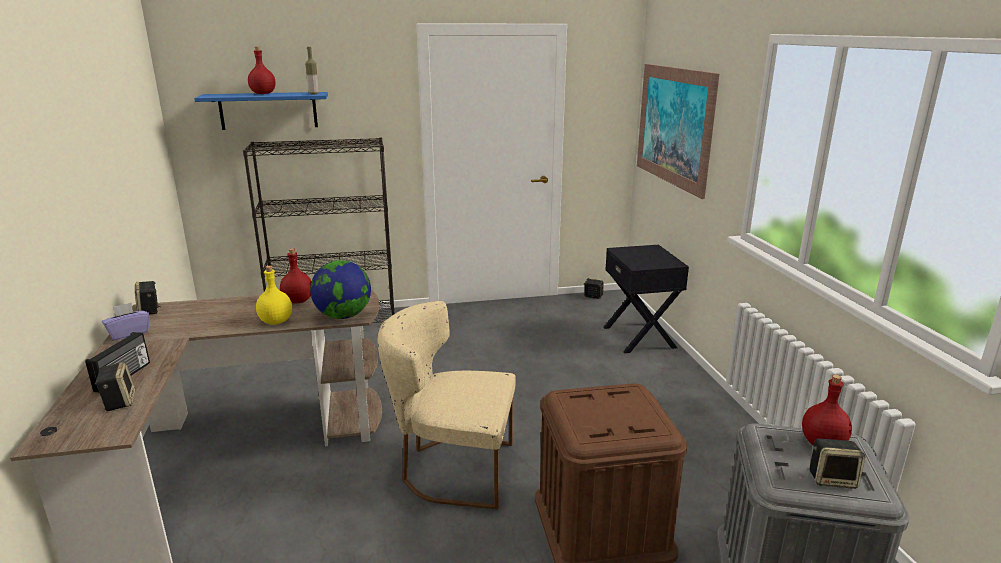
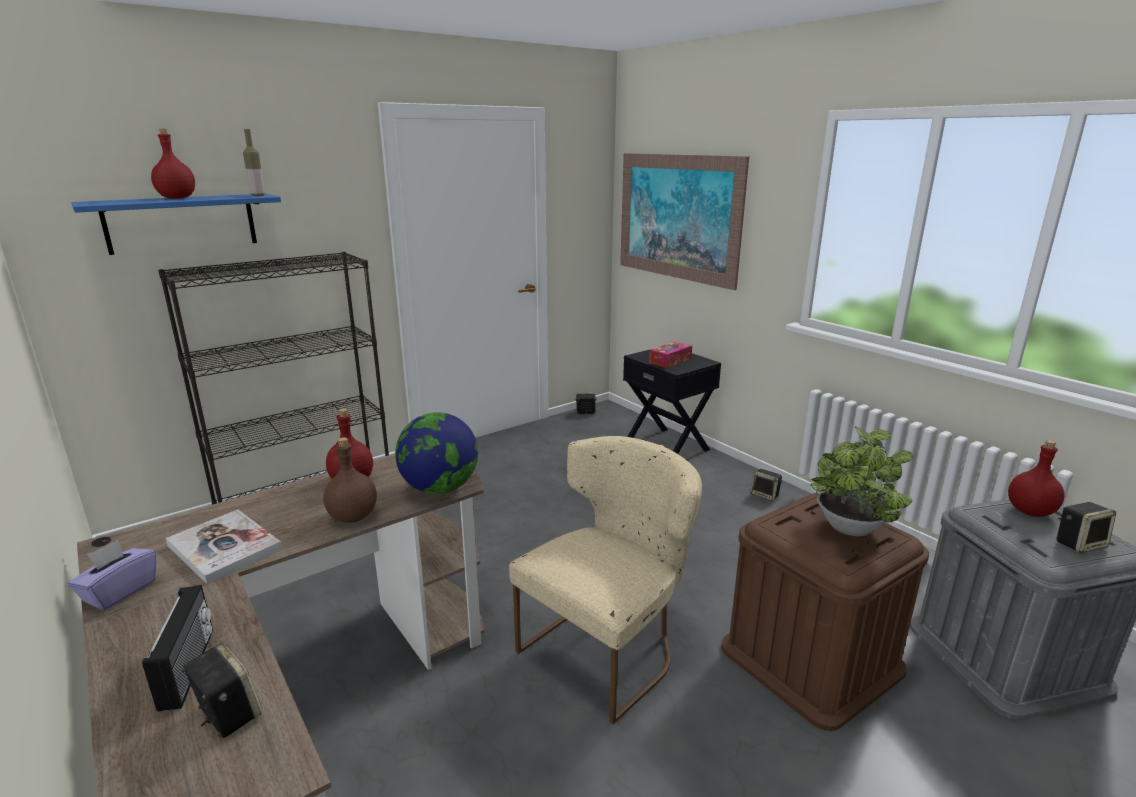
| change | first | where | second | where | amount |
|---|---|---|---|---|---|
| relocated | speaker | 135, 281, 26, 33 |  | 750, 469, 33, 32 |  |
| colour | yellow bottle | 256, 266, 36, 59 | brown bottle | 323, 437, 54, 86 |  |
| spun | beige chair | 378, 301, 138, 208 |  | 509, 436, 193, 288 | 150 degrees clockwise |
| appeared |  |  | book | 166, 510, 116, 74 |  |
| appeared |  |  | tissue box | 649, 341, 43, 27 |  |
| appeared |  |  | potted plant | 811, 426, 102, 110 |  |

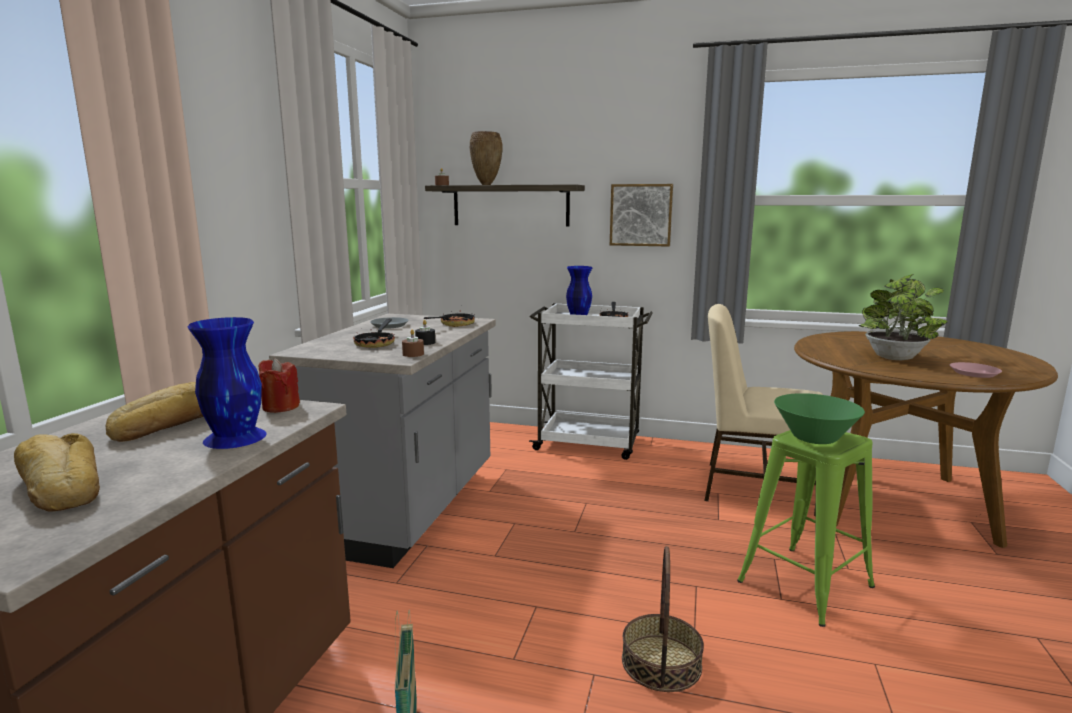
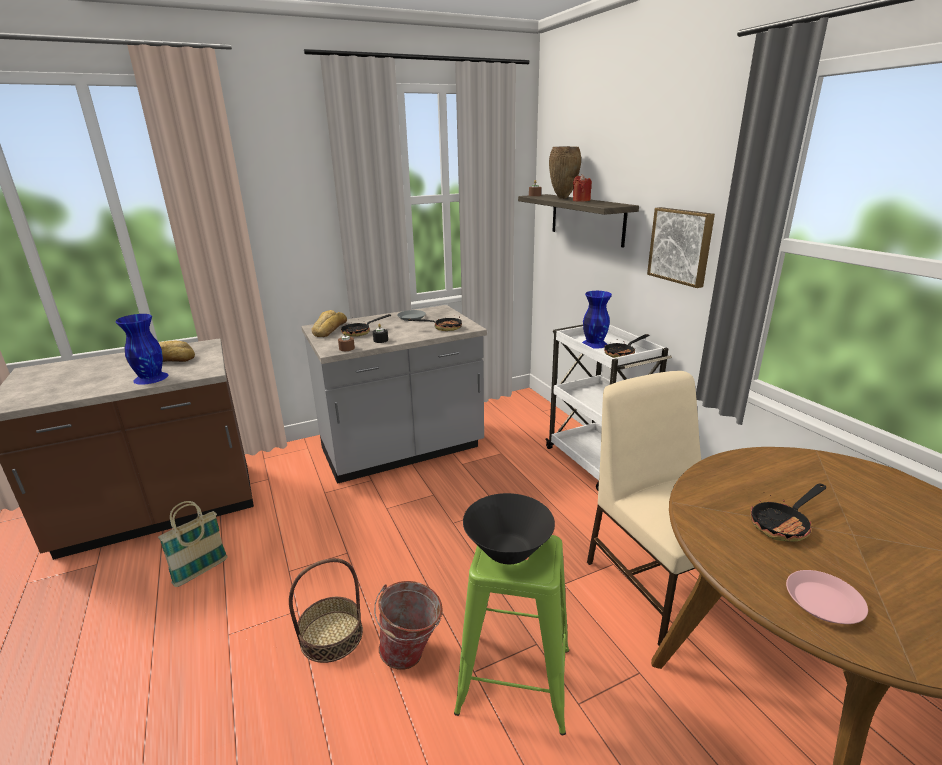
| change | first | where | second | where | amount |
|---|---|---|---|---|---|
| relocated | bread | 14, 433, 86, 79 |  | 312, 310, 35, 27 |  |
| relocated | red candle | 258, 358, 42, 55 |  | 573, 174, 19, 28 |  |
| colour | green bowl | 774, 393, 91, 51 | black bowl | 463, 493, 92, 71 |  |
| exchanged | potted plant | 859, 274, 89, 87 | frying pan | 750, 484, 76, 58 |  |
| appeared |  |  | bucket | 374, 581, 69, 89 |  |

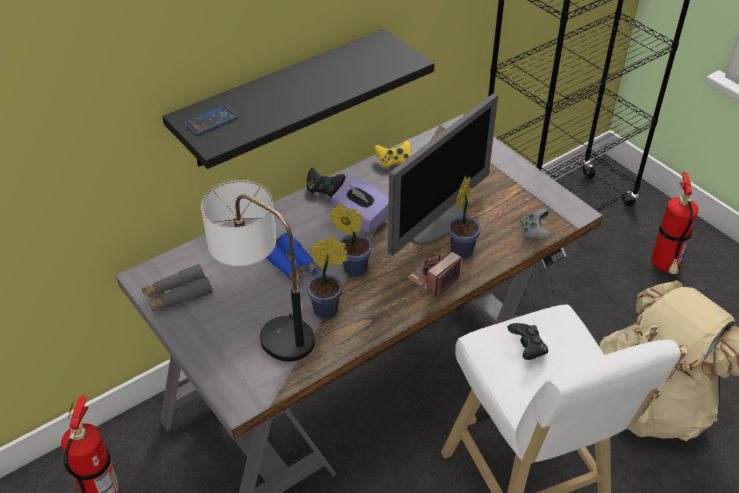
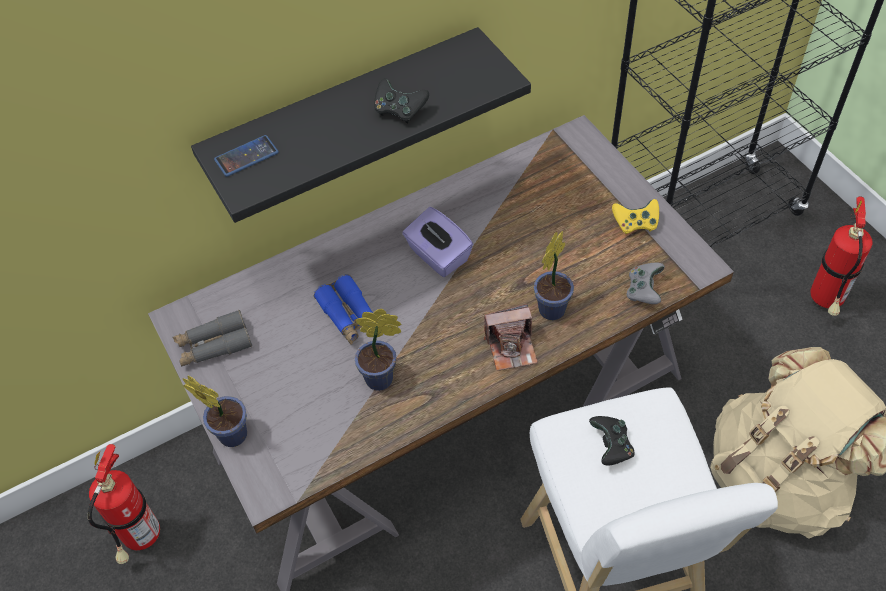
| change | first | where | second | where | amount |
|---|---|---|---|---|---|
| missing | table lamp | 201, 180, 114, 182 |  |  |  |
| relocated | black game controller | 307, 168, 38, 30 |  | 374, 78, 55, 45 |  |
| relocated | potted plant | 329, 204, 43, 73 |  | 182, 376, 65, 71 |  |
| relocated | yellow game controller | 374, 141, 37, 27 |  | 612, 199, 47, 35 |  |
| missing | monitor | 388, 94, 110, 162 |  |  |  |
| spun | photo camera | 407, 252, 55, 46 |  | 484, 304, 54, 67 | 150 degrees counterclockwise |

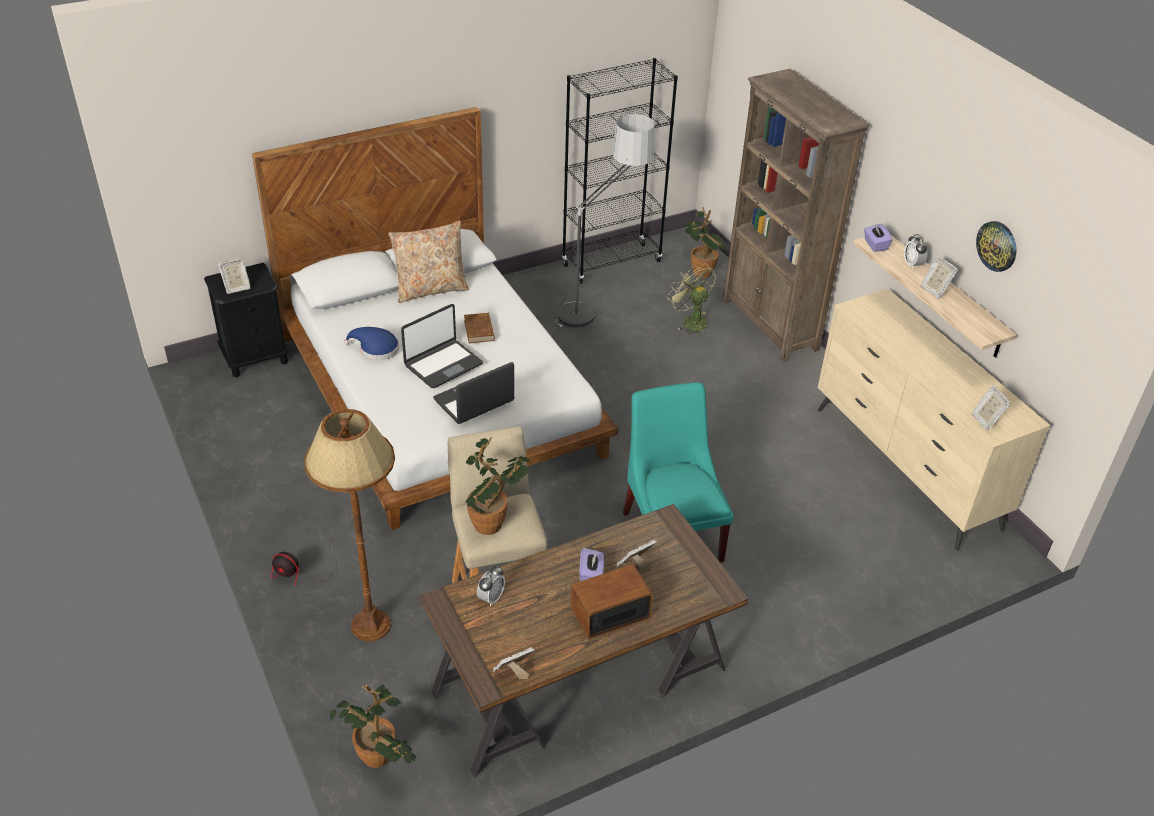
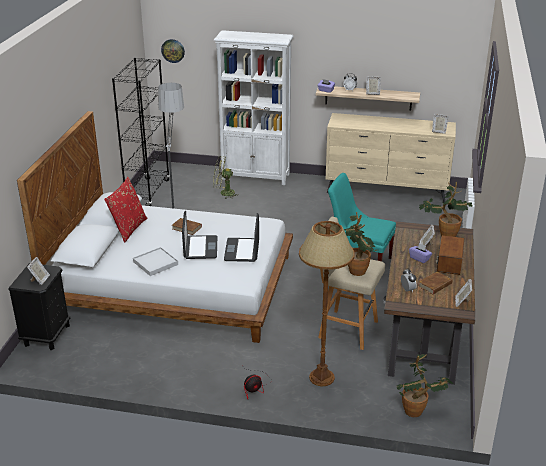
| change | first | where | second | where | amount |
|---|---|---|---|---|---|
| exchanged | blue hat | 344, 327, 55, 33 | white tray | 133, 247, 45, 29 |  |
| colour | beige pillow | 388, 220, 81, 83 | red pillow | 104, 177, 43, 65 |  |
| relocated | potted plant | 684, 207, 46, 71 |  | 419, 182, 53, 55 |  |
| colour | brown bookcase | 722, 69, 147, 293 | white bookcase | 214, 30, 80, 155 |  |
| relocated | wall clock | 976, 221, 40, 51 |  | 161, 39, 24, 24 |  |
| appeared |  |  | brown book | 418, 271, 34, 23 |  |

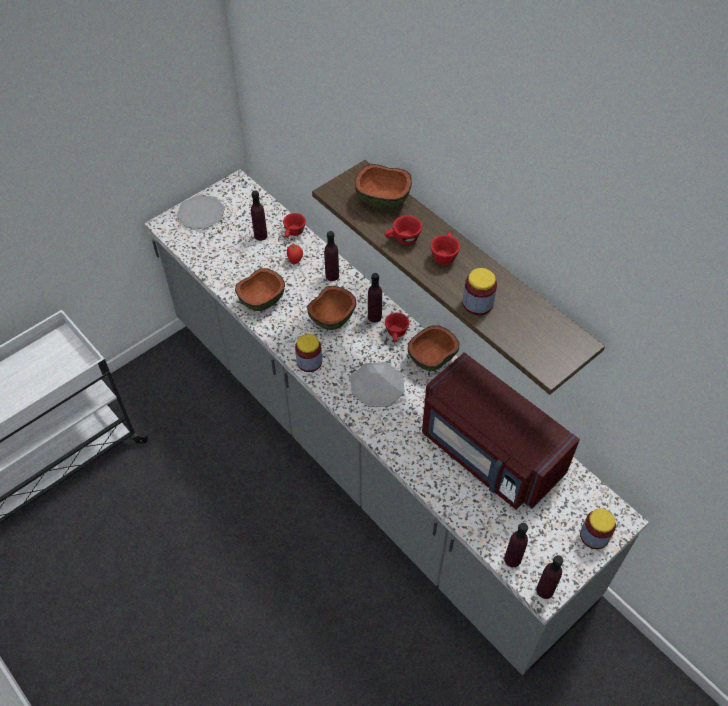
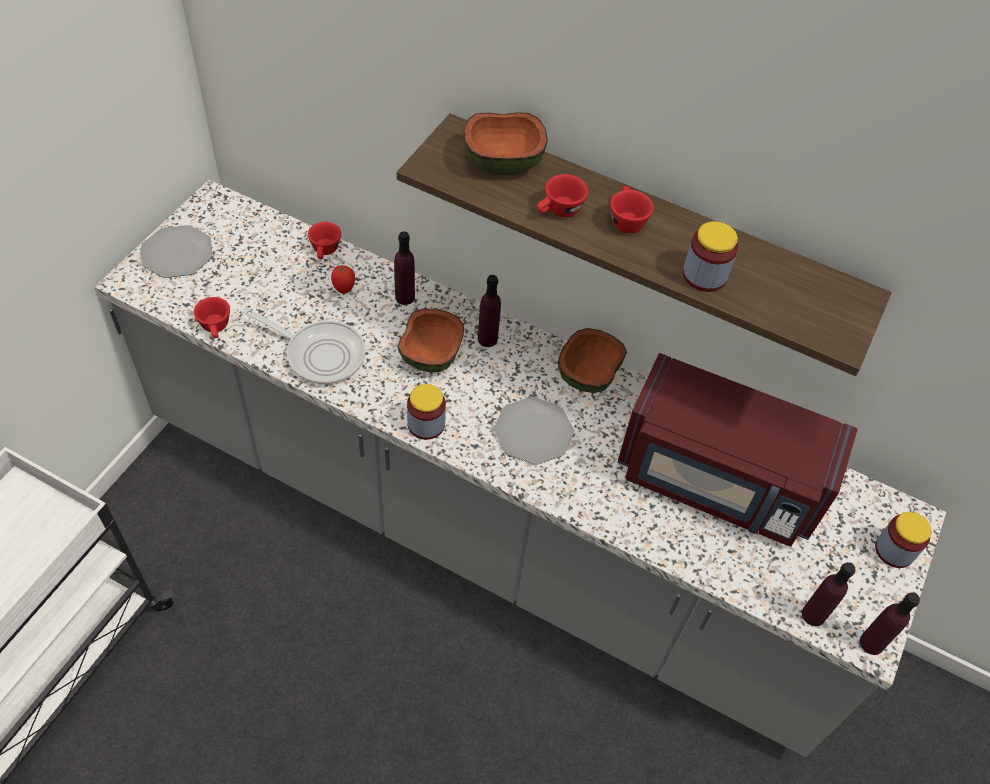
| change | first | where | second | where | amount |
|---|---|---|---|---|---|
| exchanged | bowl | 235, 268, 50, 43 | frying pan | 242, 308, 124, 76 |  |
| missing | purple bottle | 251, 190, 16, 51 |  |  |  |
| relocated | red cup | 385, 312, 25, 30 |  | 194, 297, 36, 41 |  |

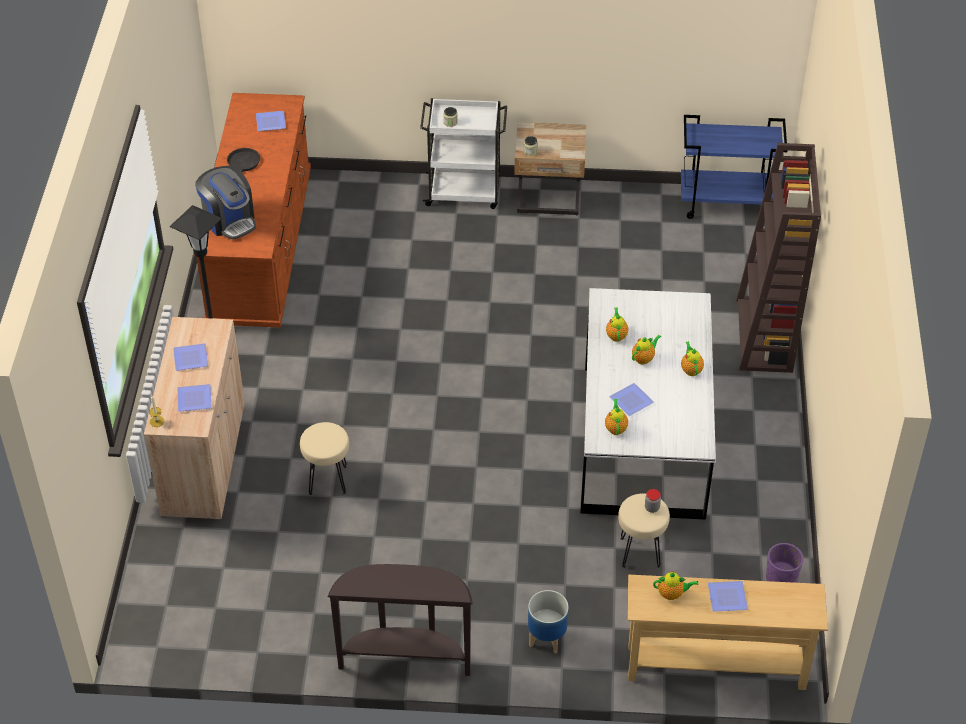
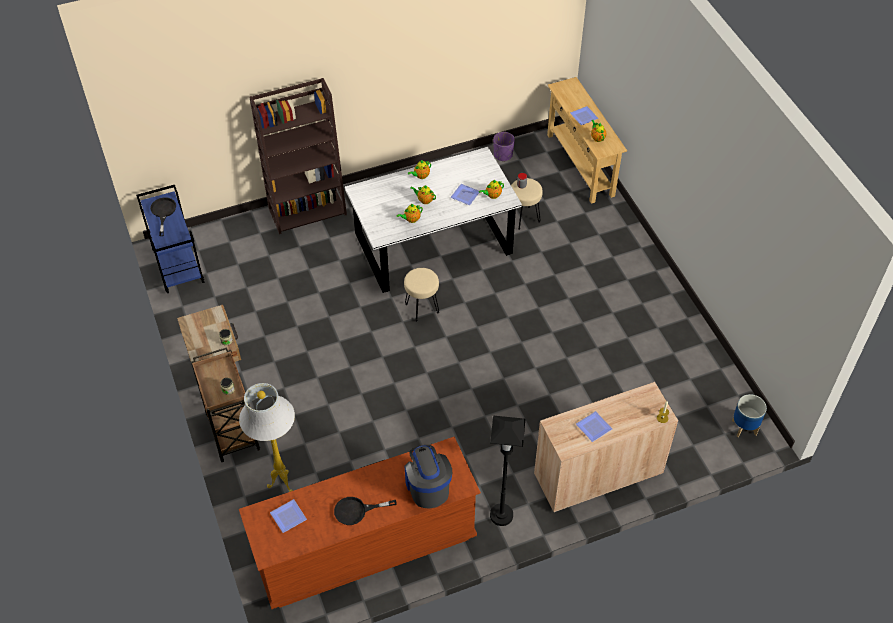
| change | first | where | second | where | amount |
|---|---|---|---|---|---|
| missing | plate | 178, 384, 34, 28 |  |  |  |
| spun | coffee machine | 195, 166, 61, 74 |  | 405, 445, 47, 64 | 45 degrees counterclockwise |
| relocated | beige stool | 300, 422, 49, 73 |  | 404, 268, 35, 54 |  |
| missing | brown console table | 328, 564, 145, 112 |  |  |  |
| colour | white cart | 420, 98, 87, 111 | brown cart | 191, 347, 69, 115 |  |
| relocated | planter | 528, 590, 41, 64 |  | 732, 394, 35, 43 |  |
| appeared |  |  | black frying pan | 150, 197, 26, 39 |  |
| appeared |  |  | white floor lamp | 239, 383, 56, 109 |  |

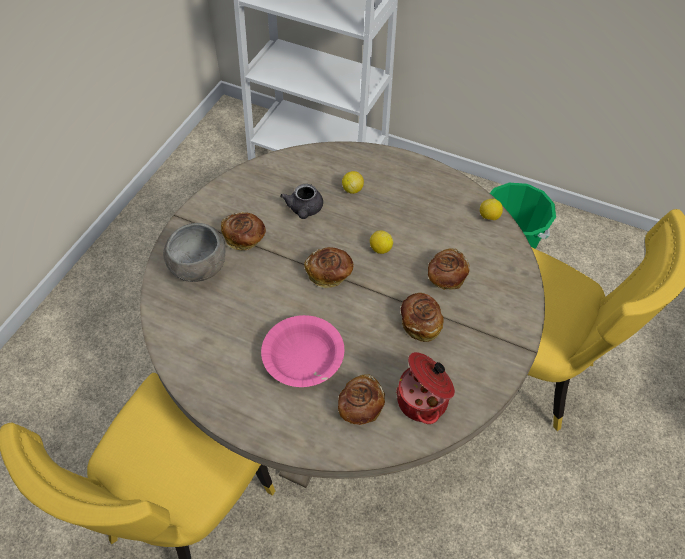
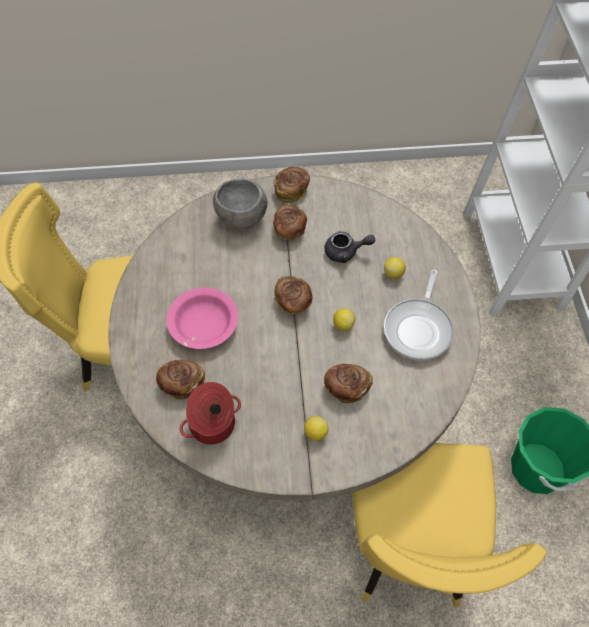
| change | first | where | second | where | amount |
|---|---|---|---|---|---|
| spun | grey teapot | 280, 184, 43, 35 |  | 324, 231, 51, 32 | 150 degrees counterclockwise |
| relocated | bread | 401, 293, 43, 49 |  | 274, 167, 36, 36 |  |
| relocated | lemon | 480, 199, 23, 21 |  | 304, 416, 25, 25 |  |
| appeared |  |  | frying pan | 384, 270, 70, 91 |  |

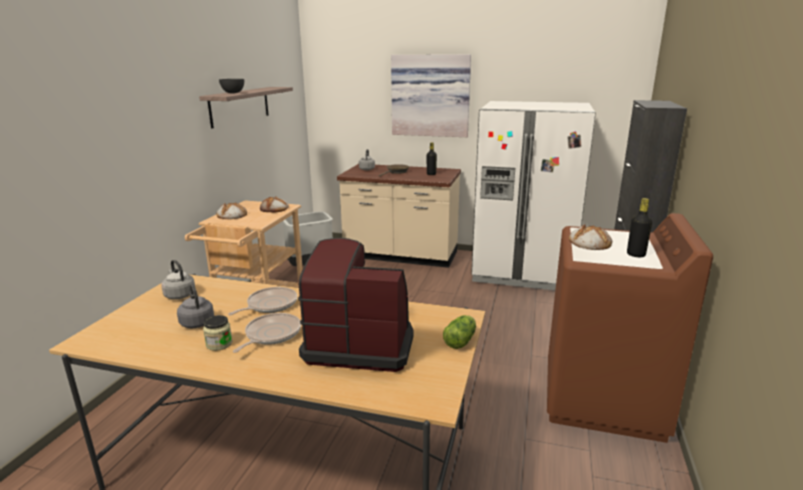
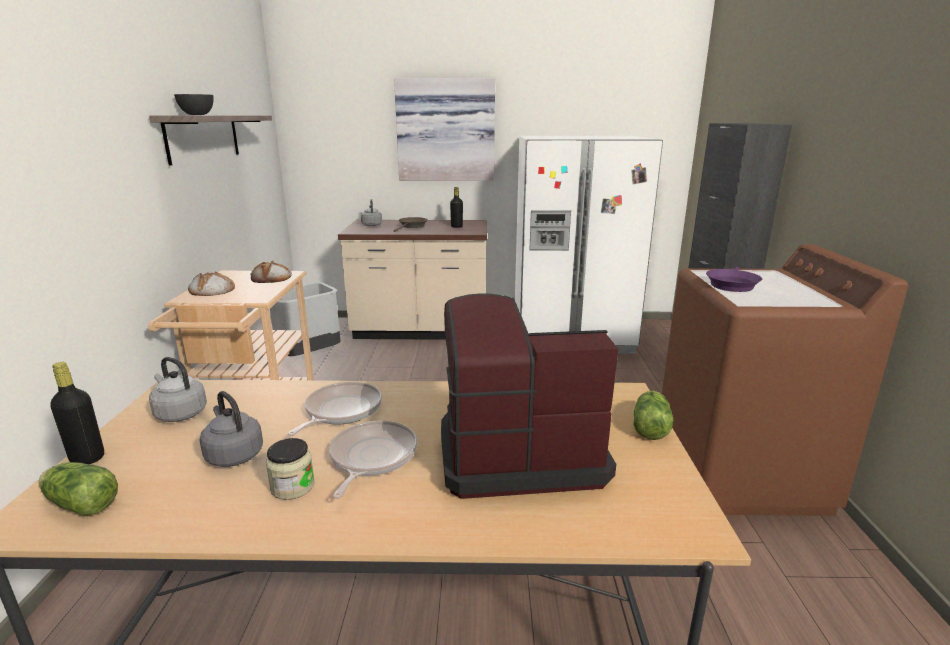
| change | first | where | second | where | amount |
|---|---|---|---|---|---|
| exchanged | bread | 569, 224, 43, 26 | purple frying pan | 706, 266, 56, 26 |  |
| relocated | black bottle | 627, 198, 25, 59 |  | 50, 362, 54, 102 |  |
| appeared |  |  | lettuce | 38, 462, 80, 54 |  |

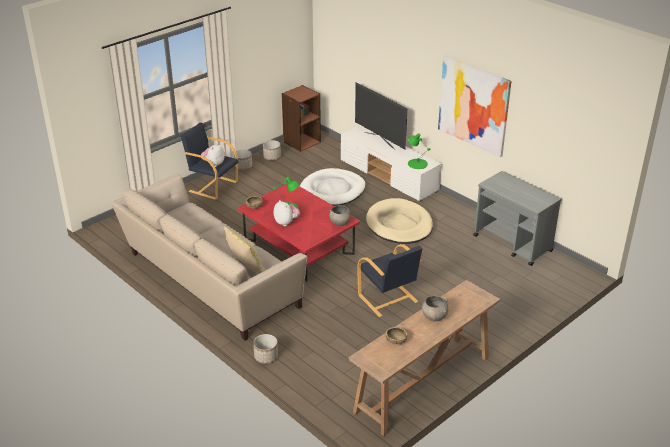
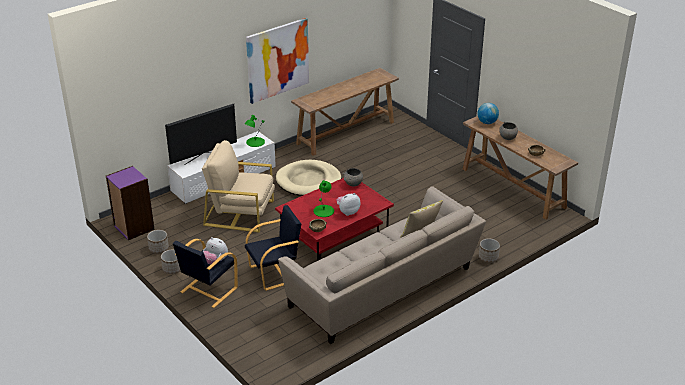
| change | first | where | second | where | amount |
|---|---|---|---|---|---|
| colour | brown bookcase | 281, 85, 40, 67 | purple bookcase | 106, 166, 49, 74 |  |
| exchanged | white dog bed | 300, 168, 65, 38 | beige armchair | 202, 140, 73, 92 |  |
| relocated | black armchair | 357, 244, 65, 73 |  | 245, 205, 56, 86 |  |
| exchanged | grey cart | 473, 171, 89, 95 | brown console table | 291, 68, 108, 88 |  |
| appeared |  |  | globe | 477, 103, 22, 21 |  |

